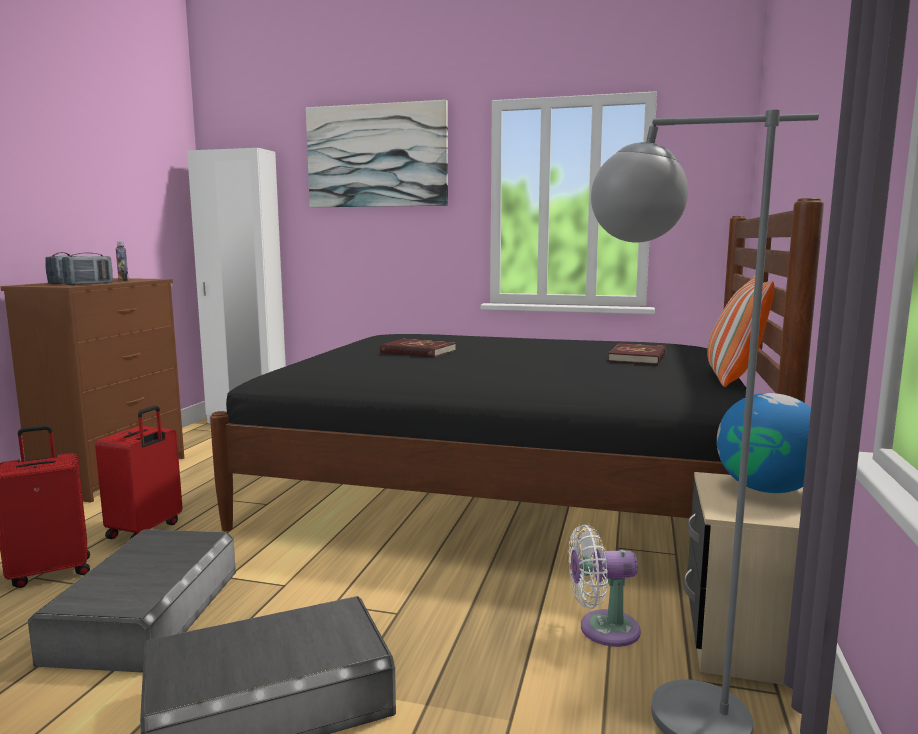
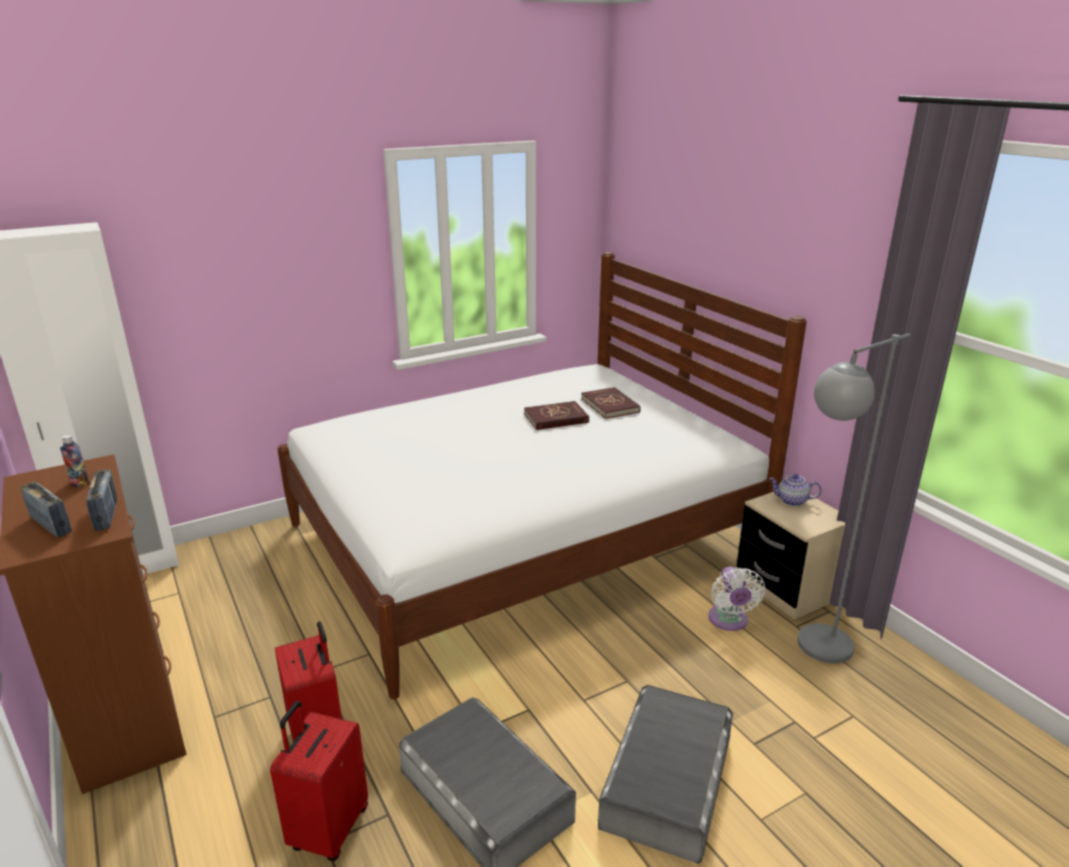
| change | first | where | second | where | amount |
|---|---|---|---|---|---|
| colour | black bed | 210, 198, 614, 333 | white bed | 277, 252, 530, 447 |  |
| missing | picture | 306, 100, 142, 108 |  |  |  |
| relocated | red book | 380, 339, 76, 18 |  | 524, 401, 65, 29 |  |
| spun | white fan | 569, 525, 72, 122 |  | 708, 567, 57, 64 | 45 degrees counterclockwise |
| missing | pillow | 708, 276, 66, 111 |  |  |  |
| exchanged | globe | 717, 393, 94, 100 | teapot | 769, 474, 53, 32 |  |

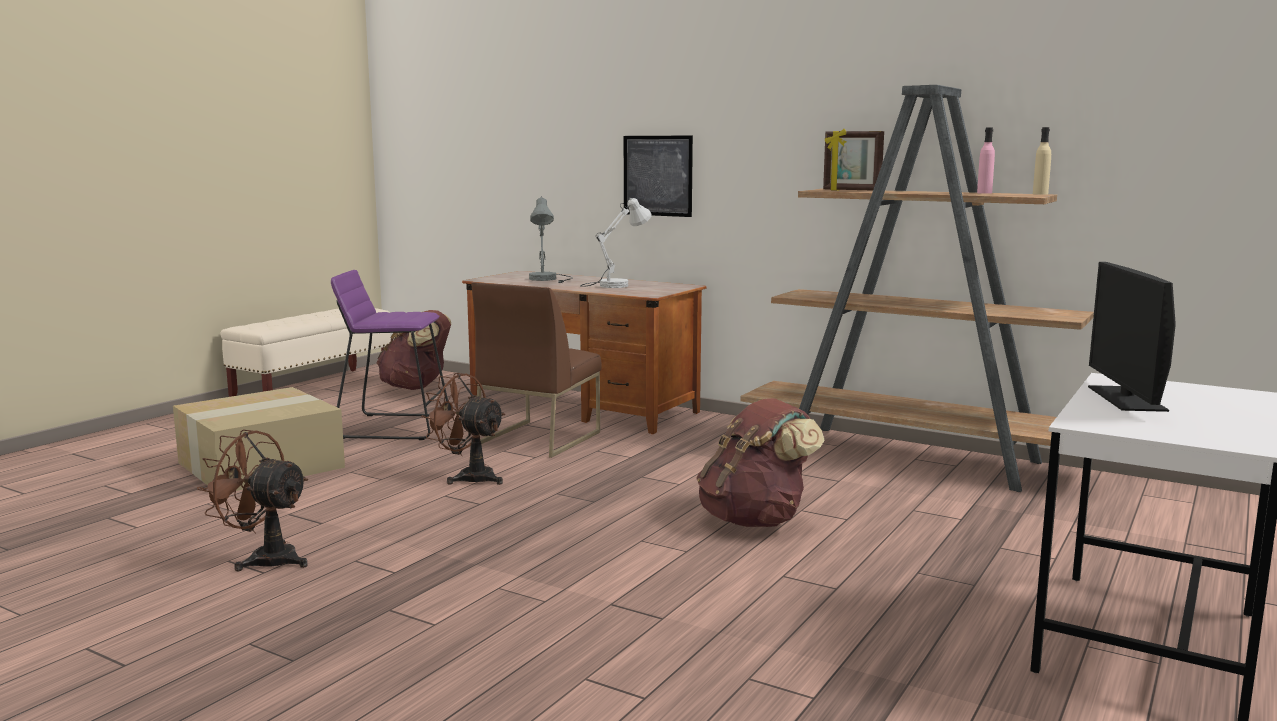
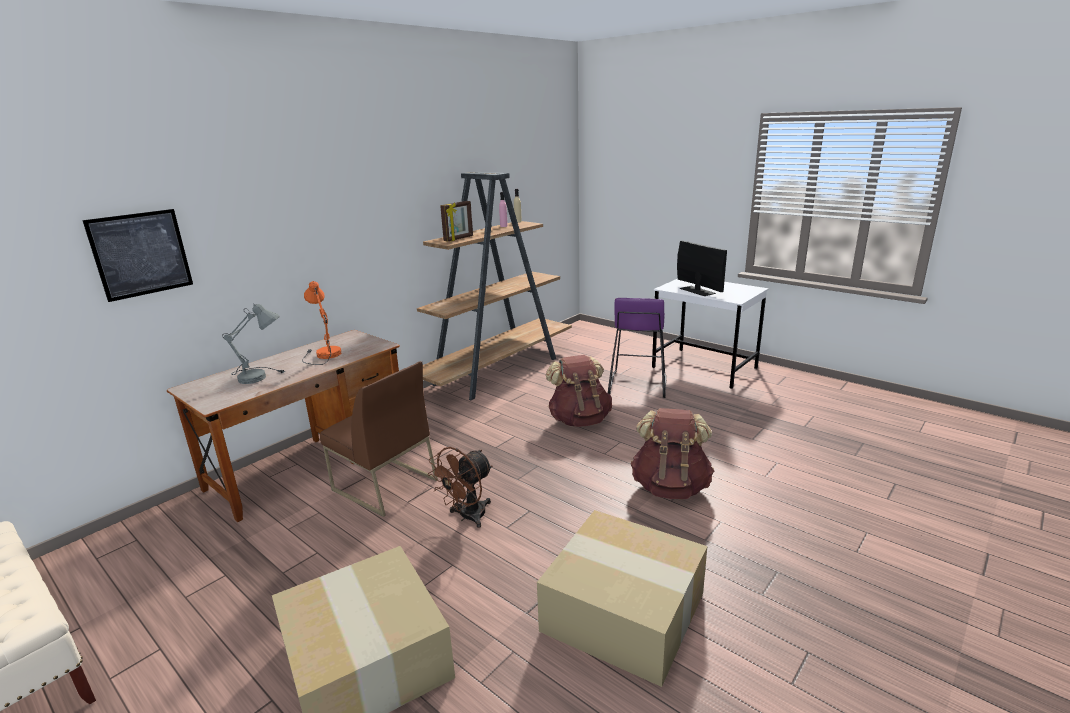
| change | first | where | second | where | amount |
|---|---|---|---|---|---|
| exchanged | brown fan | 197, 430, 111, 141 | cardboard box | 537, 510, 170, 177 |  |
| relocated | purple stool | 331, 270, 117, 170 |  | 608, 298, 58, 100 |  |
| relocated | brown backpack | 377, 310, 75, 80 |  | 630, 408, 84, 91 |  |
| colour | white table lamp | 580, 197, 72, 91 | orange table lamp | 302, 281, 39, 84 |  |
| relocated | picture | 624, 136, 69, 81 |  | 82, 209, 111, 93 |  |
| spun | monitor | 1088, 262, 88, 150 |  | 677, 240, 50, 56 | 135 degrees counterclockwise |

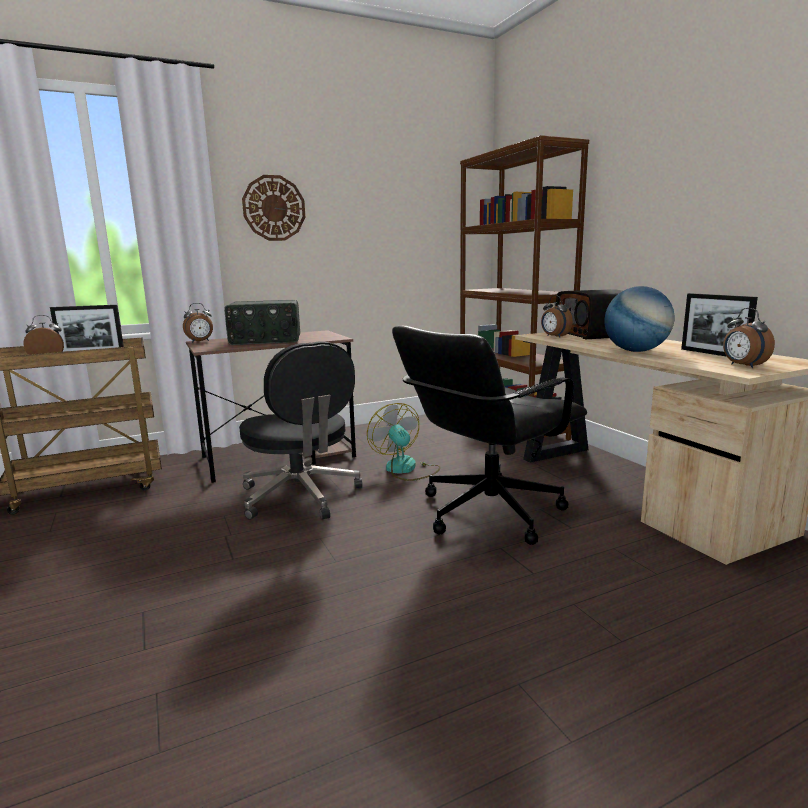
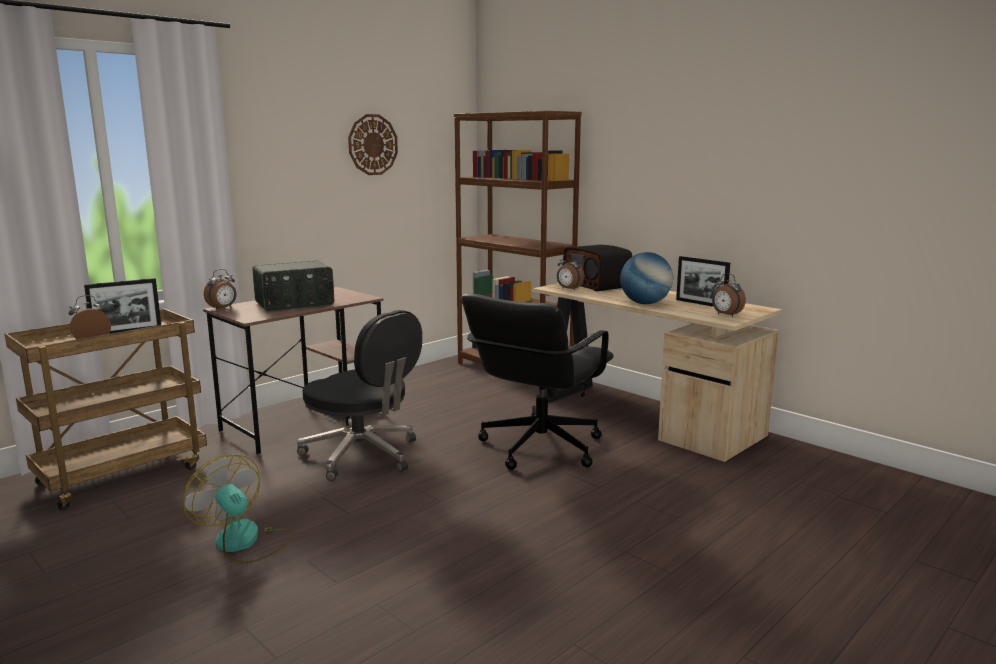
| change | first | where | second | where | amount |
|---|---|---|---|---|---|
| relocated | wall clock | 242, 175, 63, 66 |  | 348, 114, 50, 61 |  |
| relocated | fan | 367, 403, 74, 78 |  | 183, 455, 110, 108 |  |

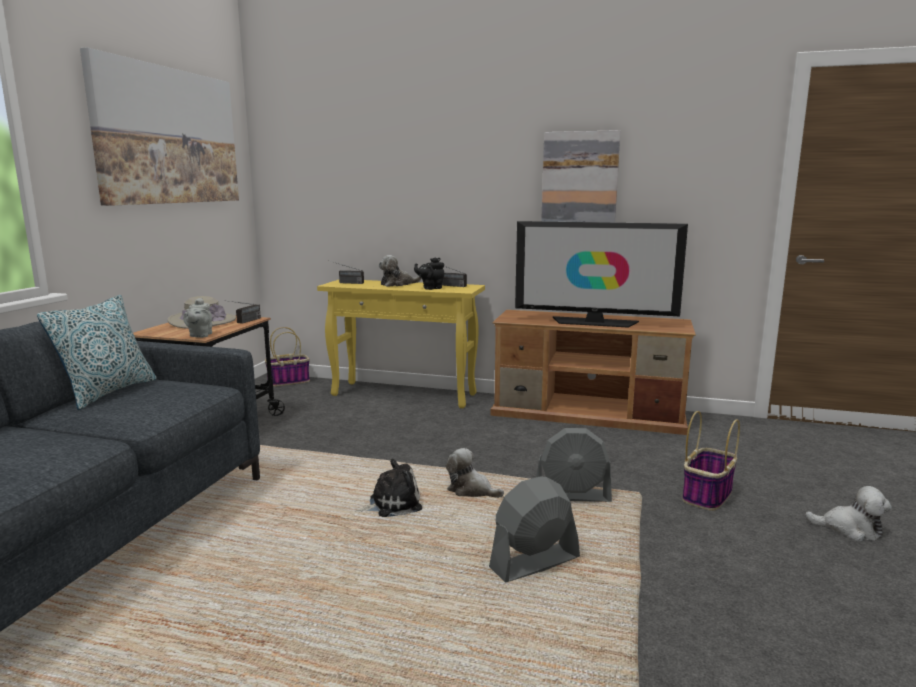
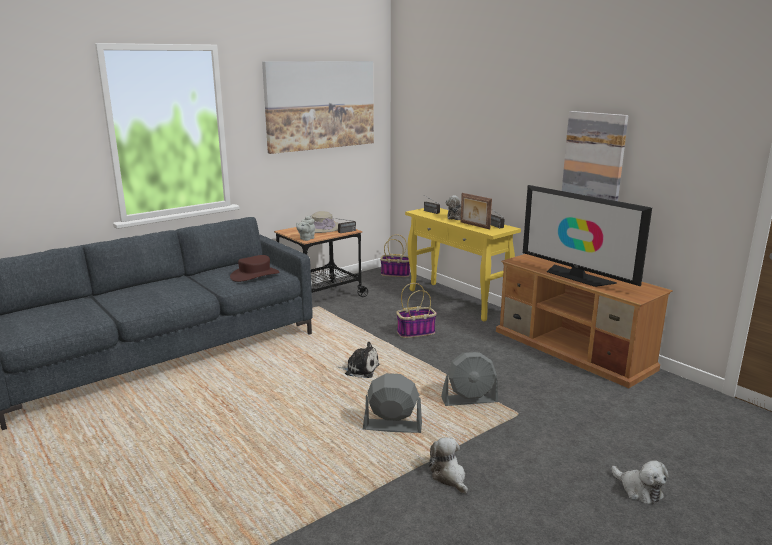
| change | first | where | second | where | amount |
|---|---|---|---|---|---|
| missing | pillow | 37, 295, 120, 115 |  |  |  |
| exchanged | black teapot | 414, 258, 30, 32 | picture frame | 461, 193, 31, 36 |  |
| relocated | plush toy | 446, 448, 58, 50 |  | 429, 437, 39, 57 |  |
| spun | grey fan | 536, 428, 76, 74 |  | 441, 352, 57, 54 | 45 degrees counterclockwise |
| relocated | basket | 682, 411, 58, 100 |  | 396, 283, 41, 55 |  |
| appeared |  |  | brown hat | 230, 255, 49, 27 |  |

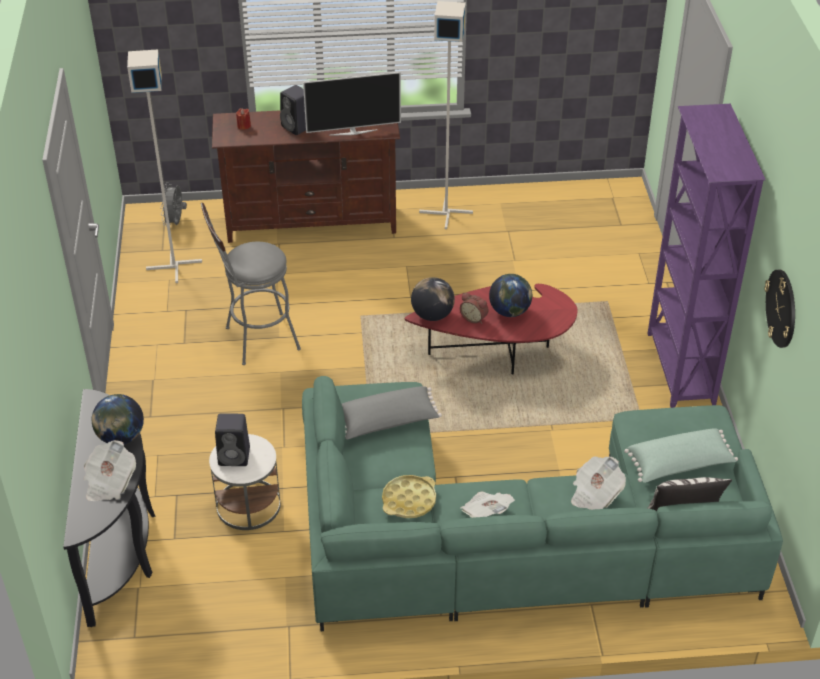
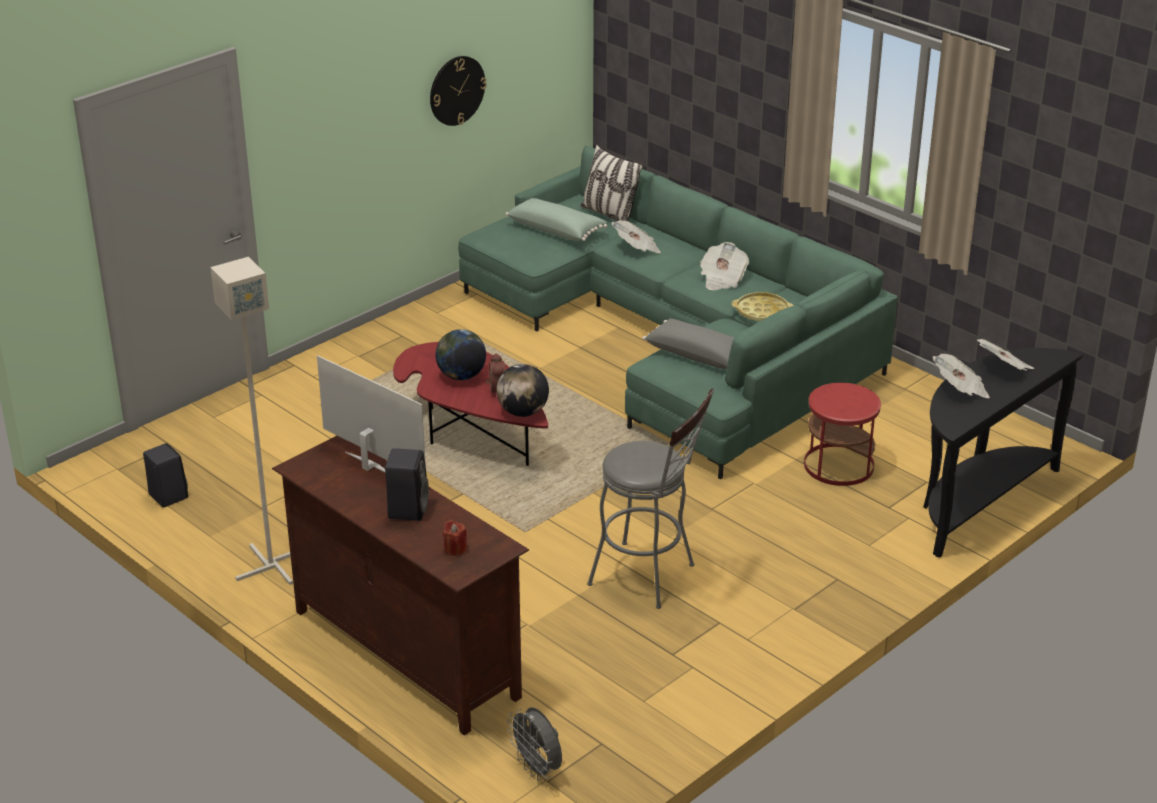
| change | first | where | second | where | amount |
|---|---|---|---|---|---|
| exchanged | globe | 92, 394, 52, 50 | newspaper | 933, 354, 57, 44 |  |
| missing | grey floor lamp | 127, 49, 75, 234 |  |  |  |
| spun | grey fan | 160, 182, 27, 45 |  | 507, 707, 55, 74 | 90 degrees clockwise |
| colour | white side table | 209, 434, 72, 96 | red side table | 804, 383, 77, 103 |  |
| relocated | black speaker | 215, 413, 35, 53 |  | 143, 443, 45, 65 |  |
| missing | purple bookcase | 647, 104, 119, 304 |  |  |  |

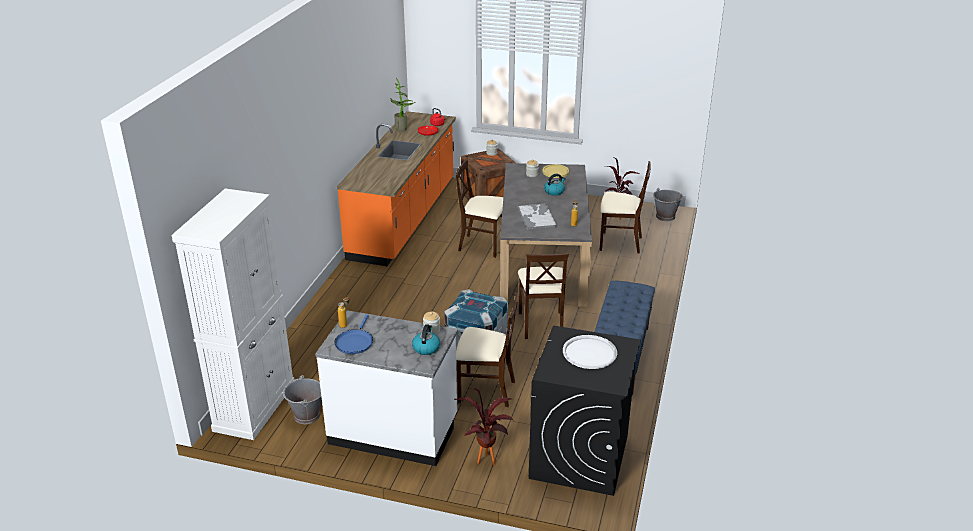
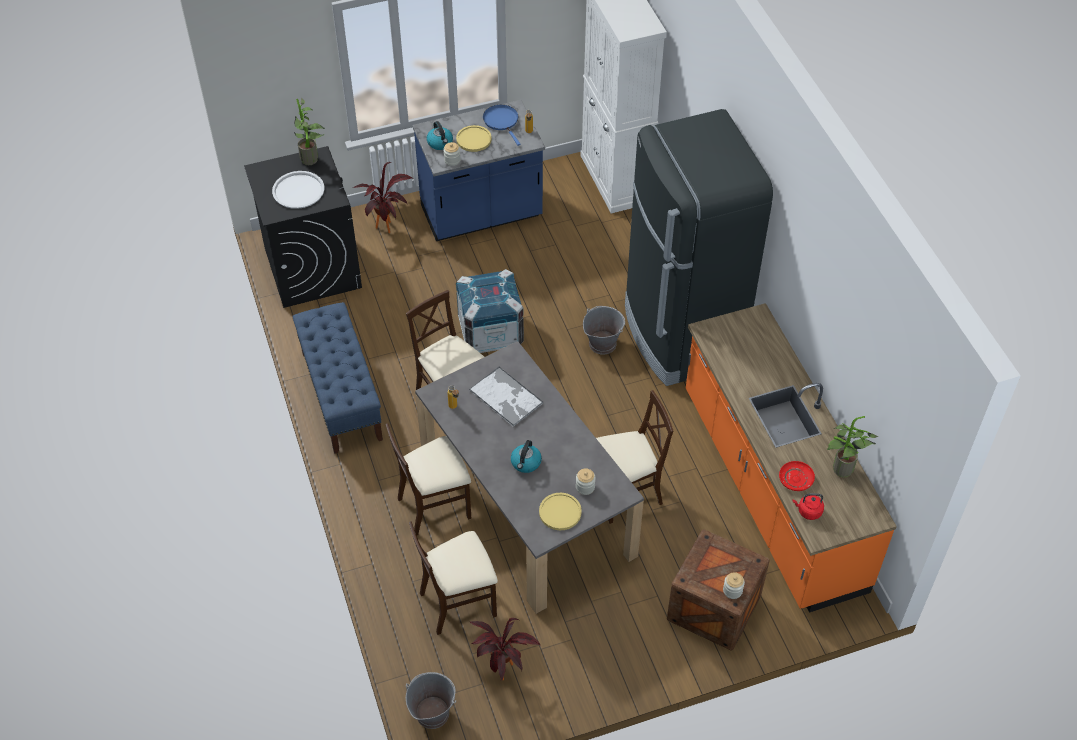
| change | first | where | second | where | amount |
|---|---|---|---|---|---|
| relocated | grey bucket | 283, 375, 39, 49 |  | 583, 306, 42, 48 |  |
| colour | white counter | 315, 310, 143, 156 | blue counter | 413, 100, 132, 141 |  |
| relocated | beige chair | 456, 293, 62, 114 |  | 386, 423, 86, 113 |  |
| appeared |  |  | potted plant | 294, 98, 31, 67 |  |
| appeared |  |  | yellow plate | 456, 125, 36, 27 |  |
| appeared |  |  | black fridge | 625, 109, 148, 277 |  |

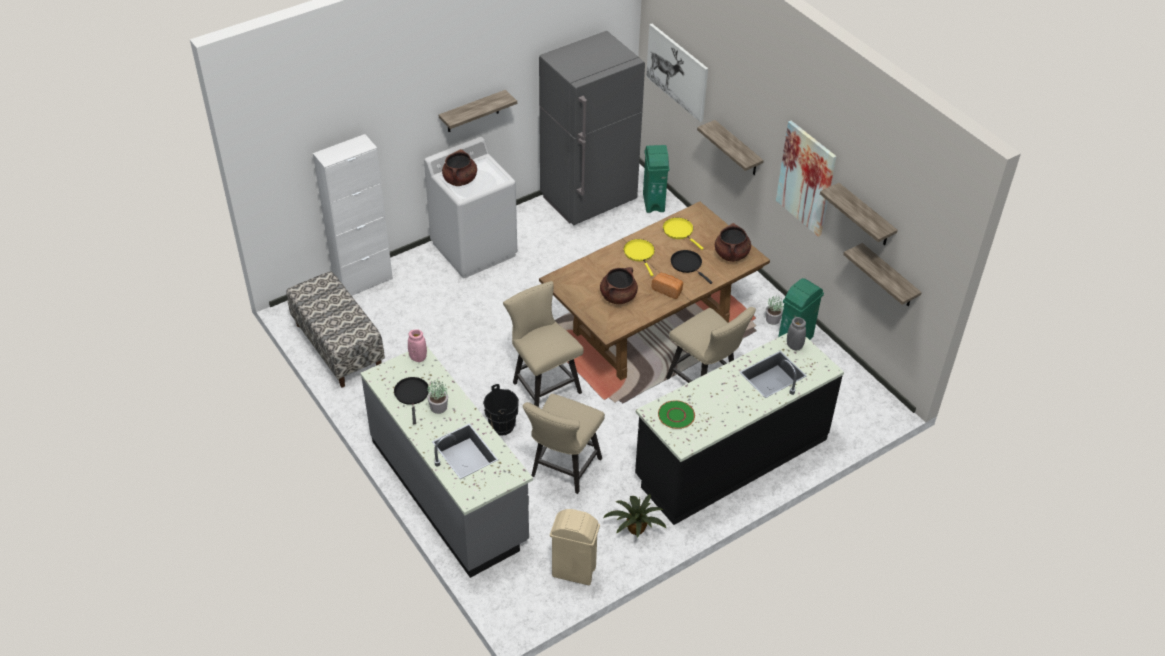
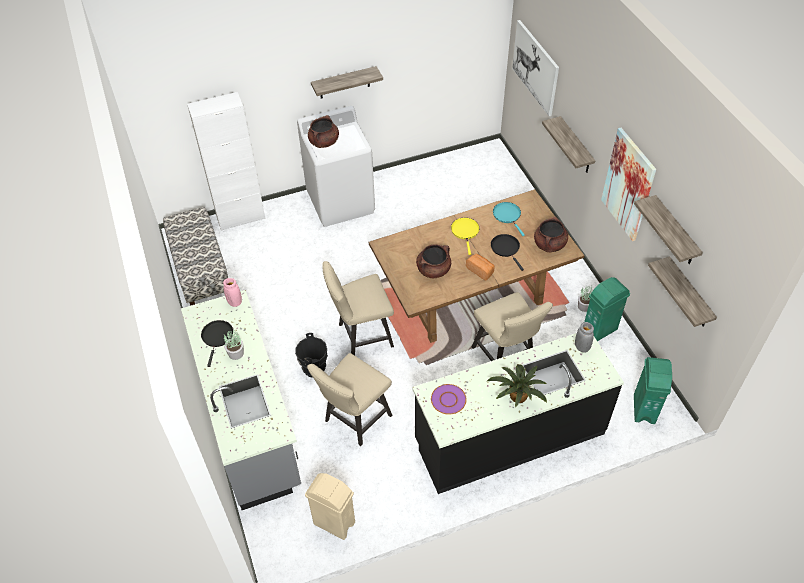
| change | first | where | second | where | amount |
|---|---|---|---|---|---|
| spun | beige chair | 503, 281, 81, 126 |  | 322, 261, 72, 94 | 90 degrees counterclockwise |
| missing | grey fridge | 539, 31, 106, 194 |  |  |  |
| relocated | potted plant | 603, 494, 63, 44 |  | 486, 364, 61, 44 |  |
| relocated | green trash can | 643, 145, 26, 68 |  | 634, 357, 38, 67 |  |
| colour | green plate | 658, 400, 37, 29 | purple plate | 431, 384, 36, 31 |  |
| colour | yellow frying pan | 663, 218, 41, 32 | turquoise frying pan | 493, 202, 32, 34 |  |

